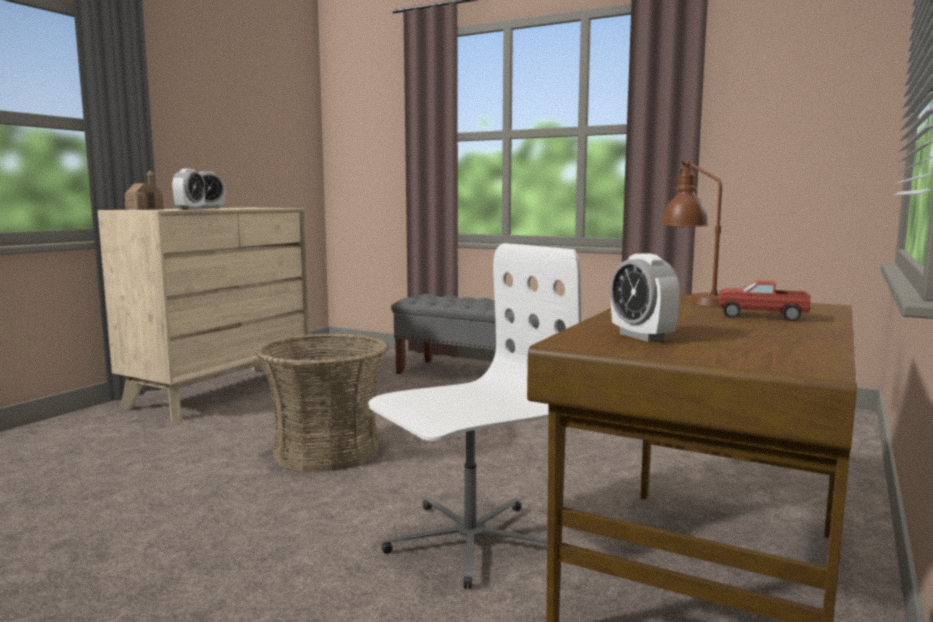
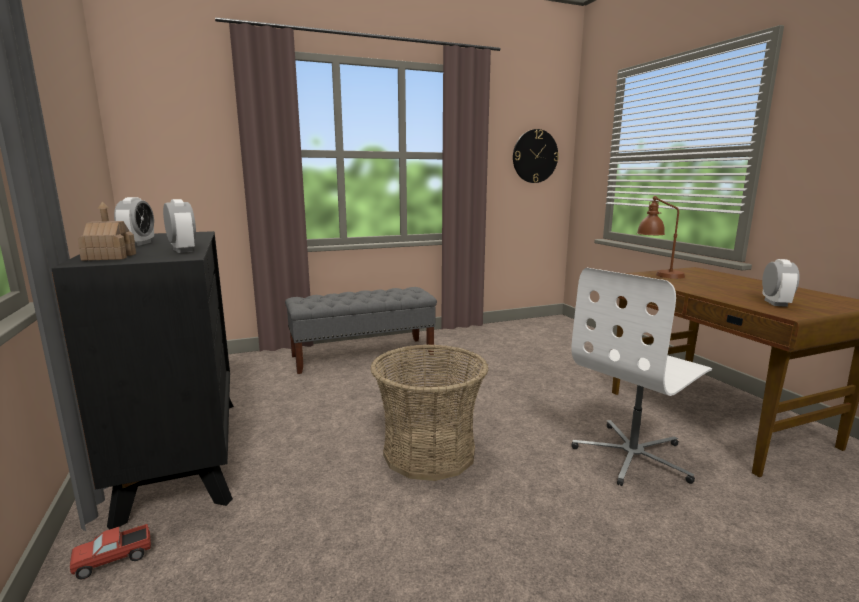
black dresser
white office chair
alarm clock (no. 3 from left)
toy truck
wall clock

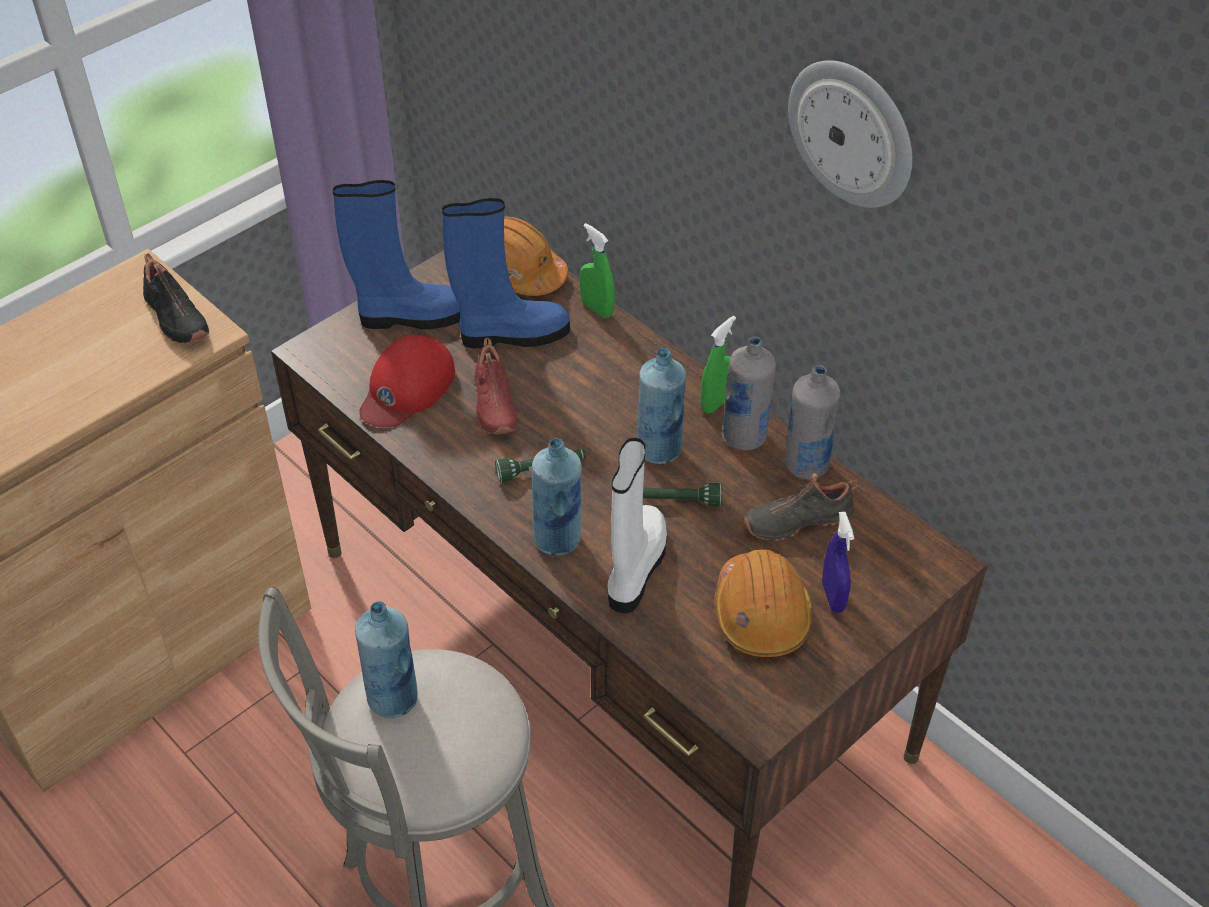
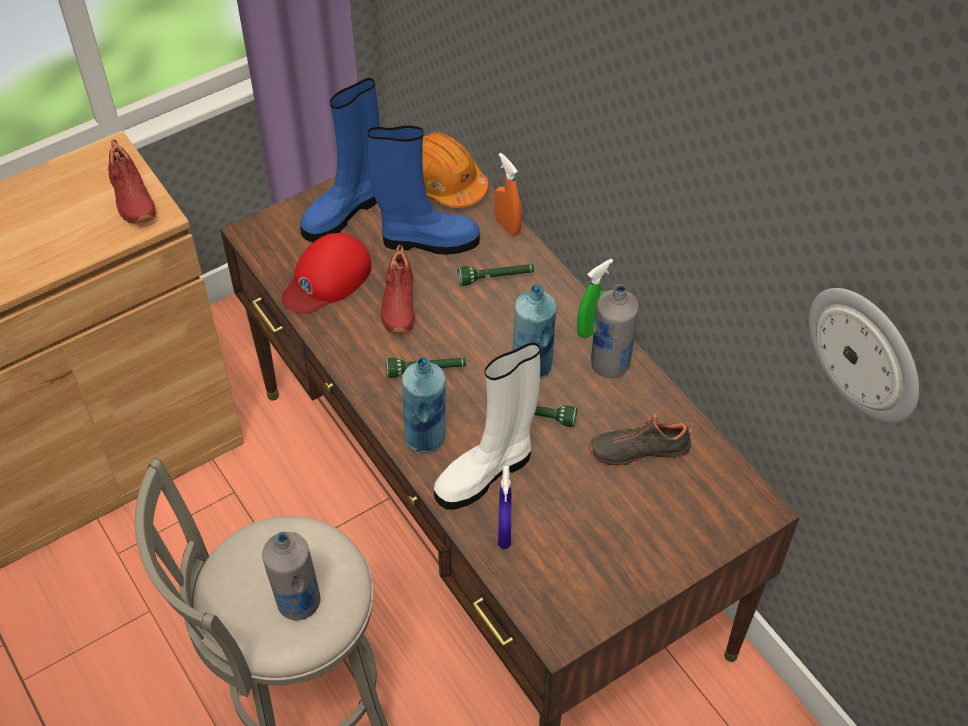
wall clock
blue boot (no. 1 from left)
orange spray bottle
red shoe (no. 1 from left)
grey bottle (no. 1 from left)
white boot
blue spray bottle
orange hard hat (no. 2 from left in the first image)
blue bottle (no. 1 from left in the first image)
green flashlight (no. 2 from left)

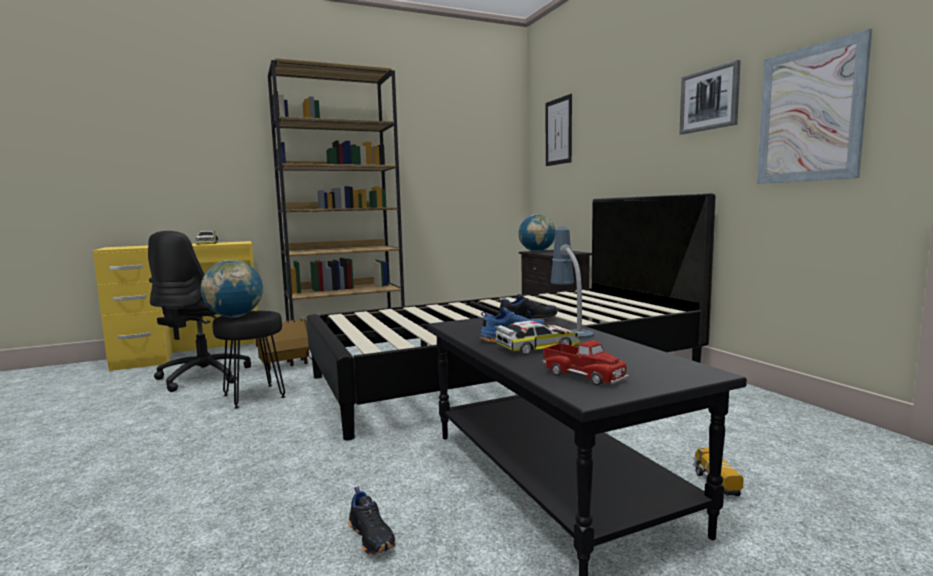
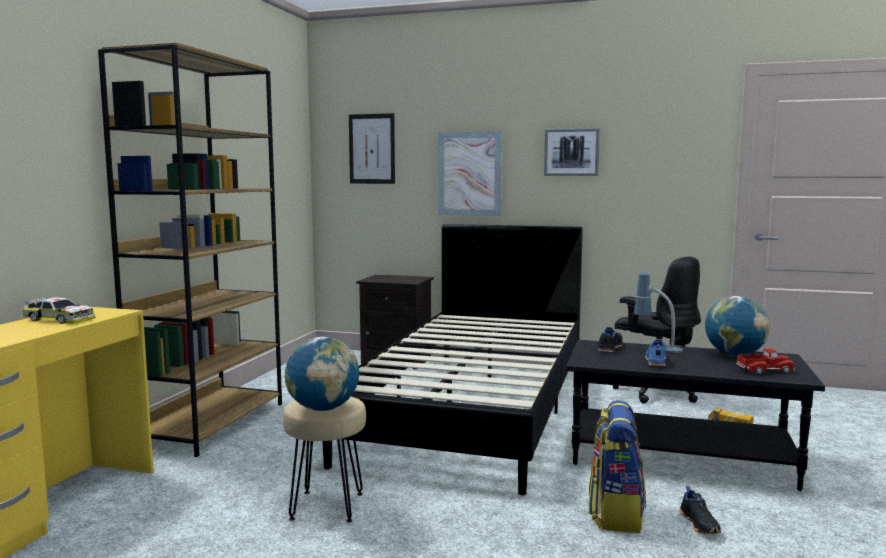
picture (no. 2 from left)
globe (no. 2 from left)
black office chair
beige stool
toy house
toy car (no. 2 from left in the first image)
black shoe (no. 2 from left)
backpack

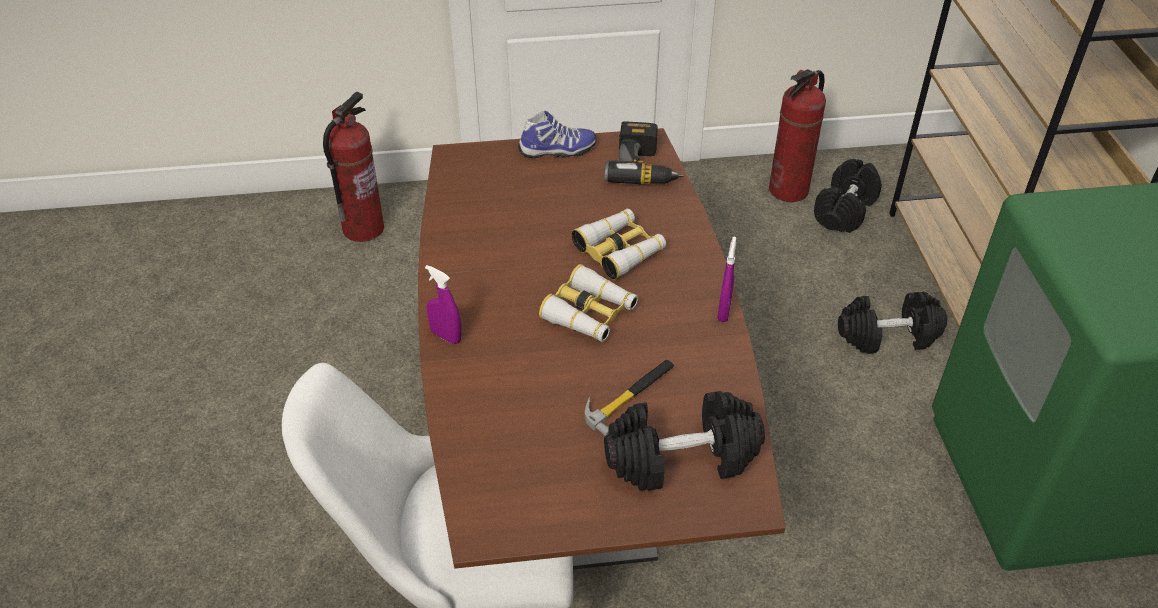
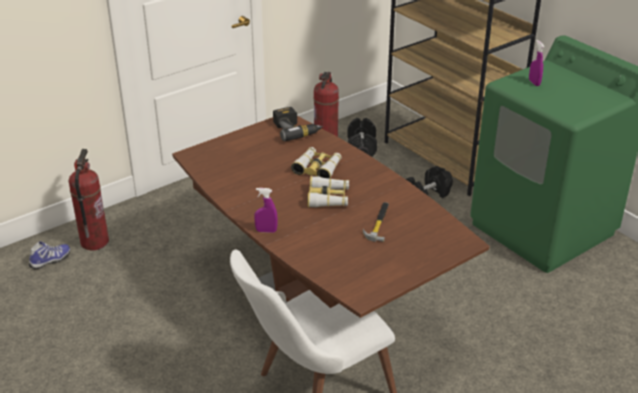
shoe
purple spray bottle (no. 2 from left)
black dumbbell (no. 1 from left in the first image)

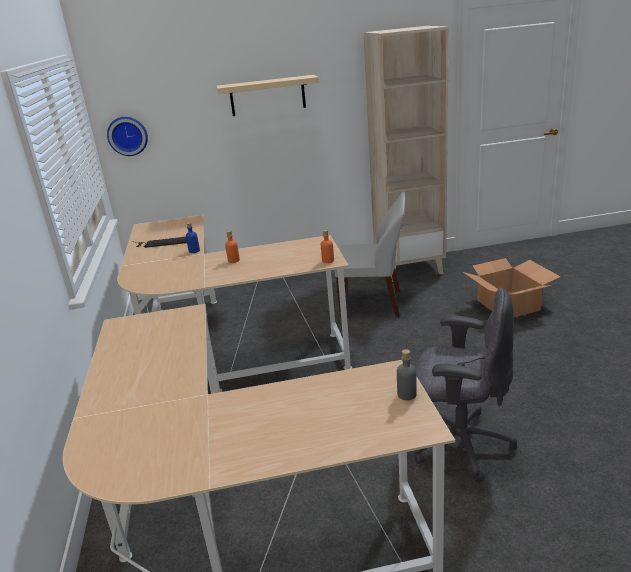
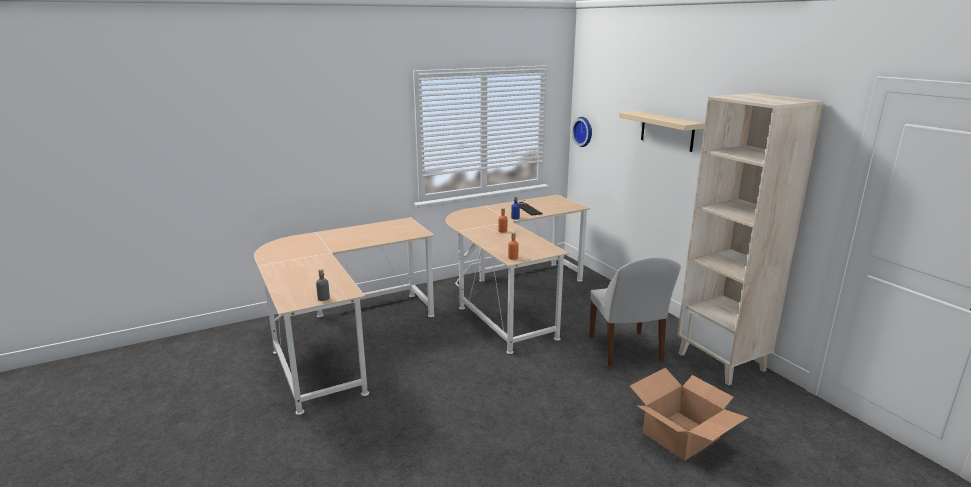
grey office chair

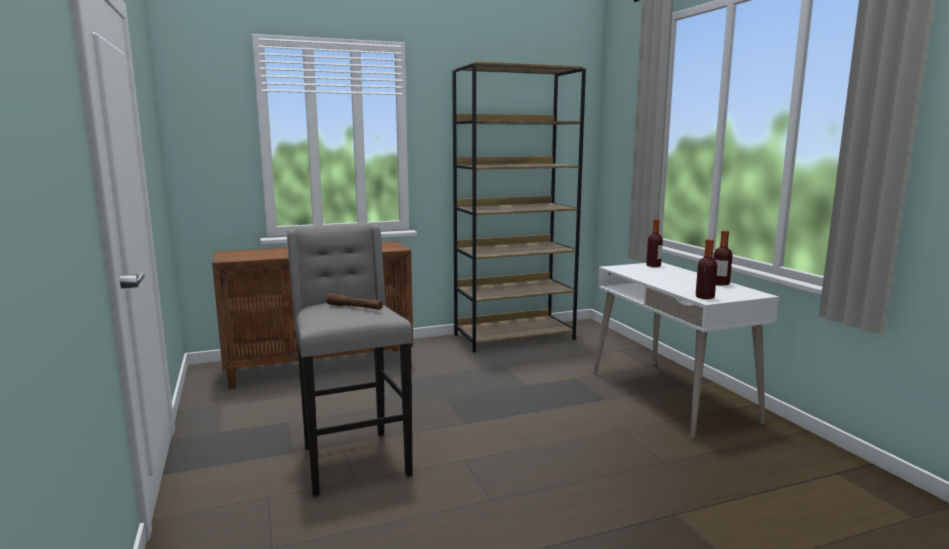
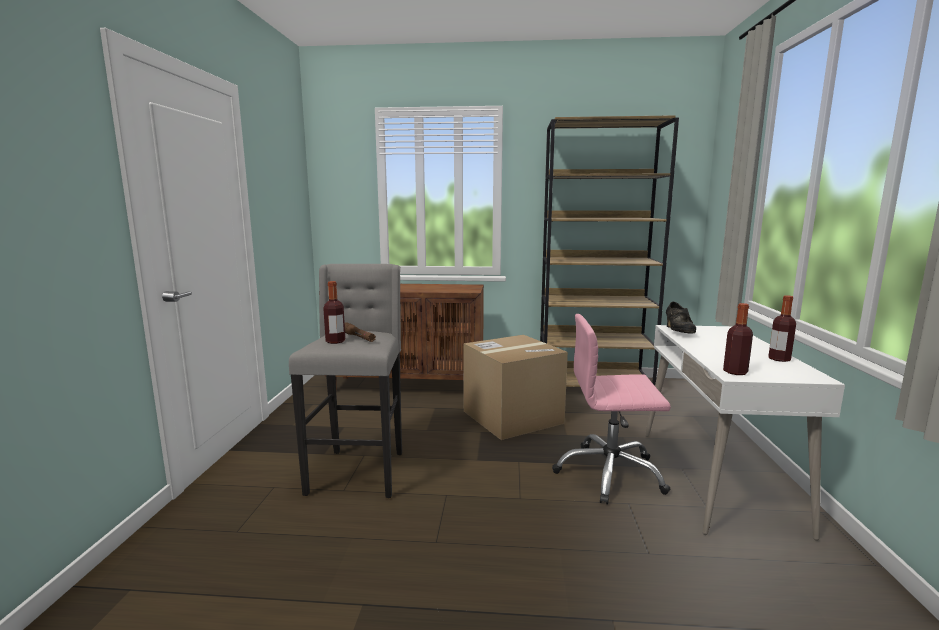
bottle (no. 1 from left)
black shoe
pink office chair
cardboard box

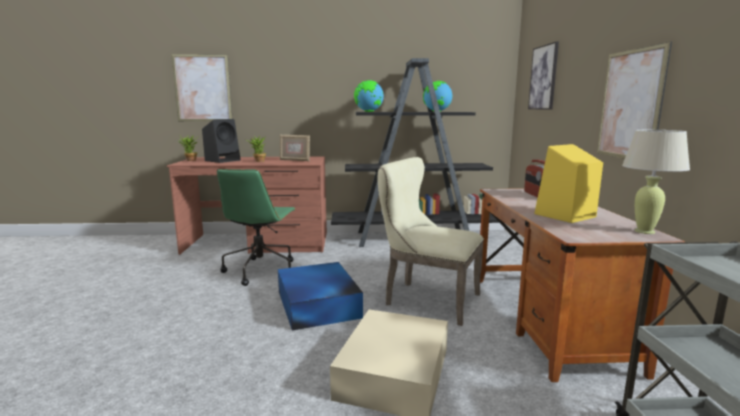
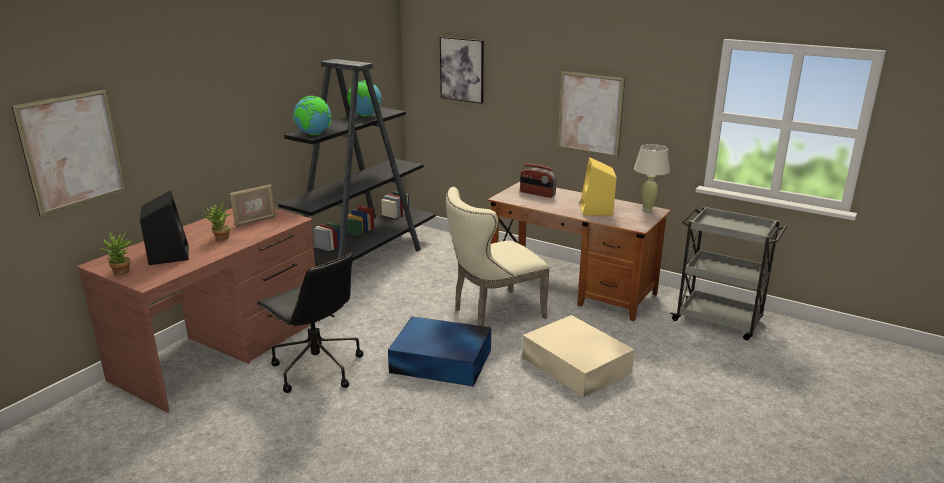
black office chair

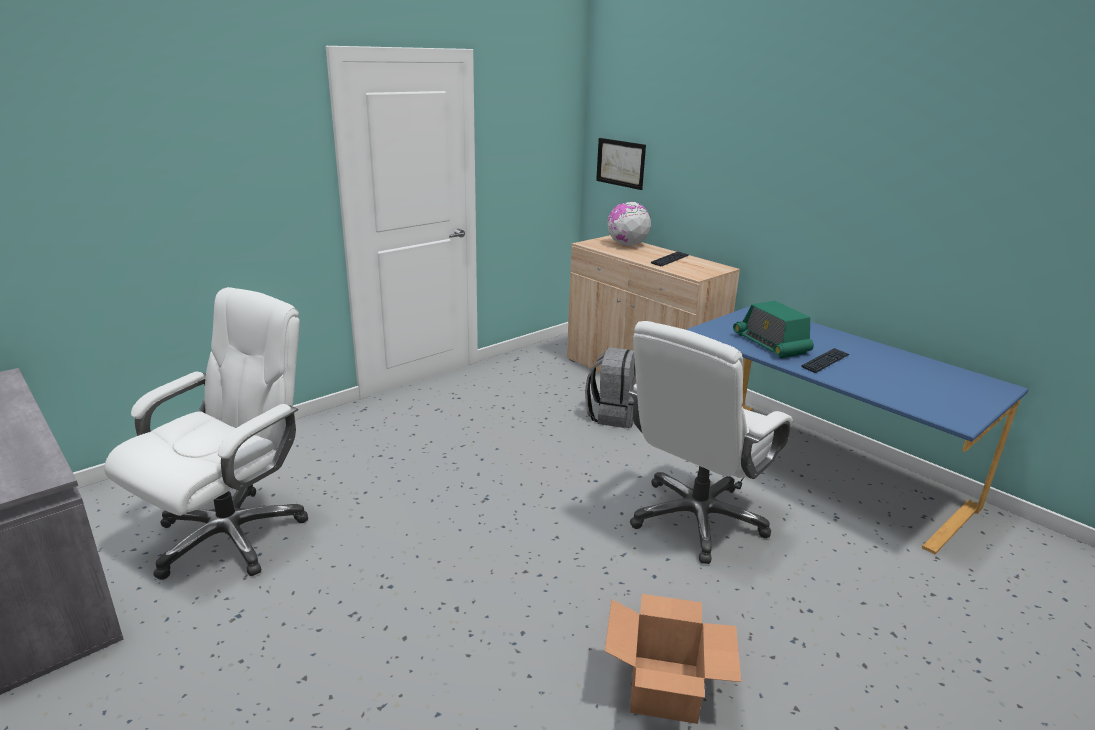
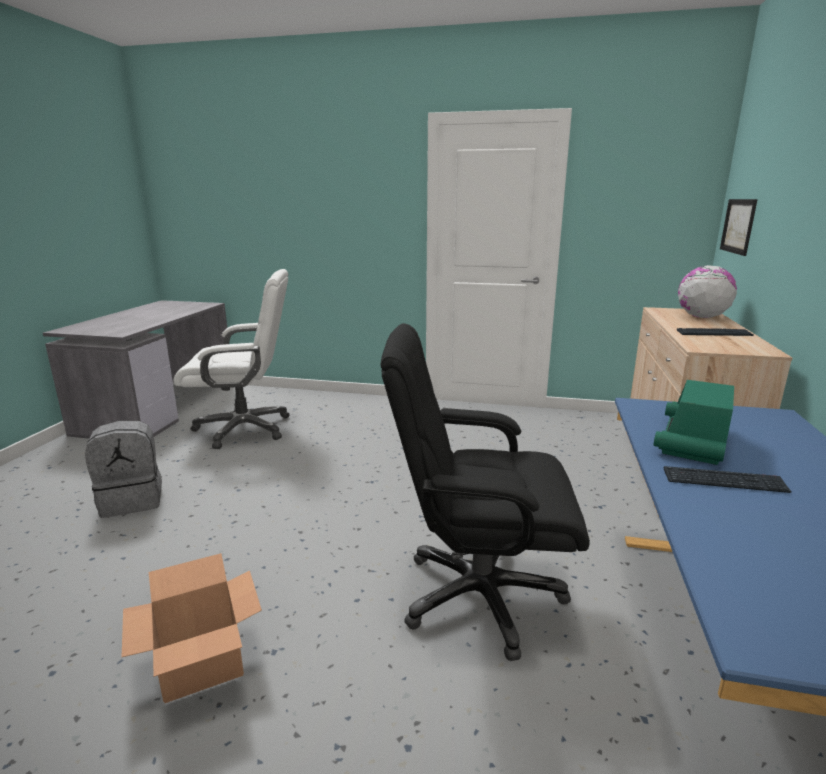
black office chair
grey backpack

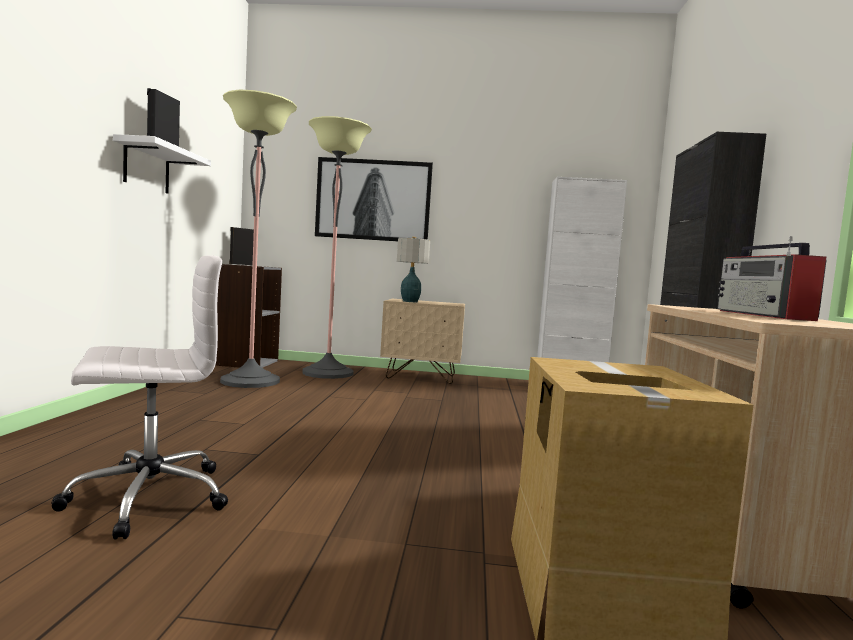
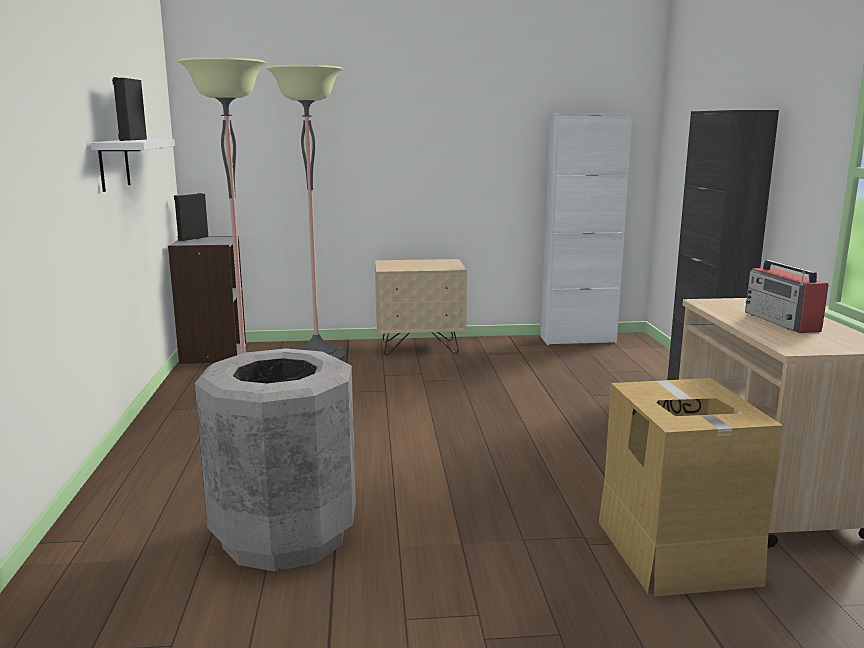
picture
table lamp
grey trash can

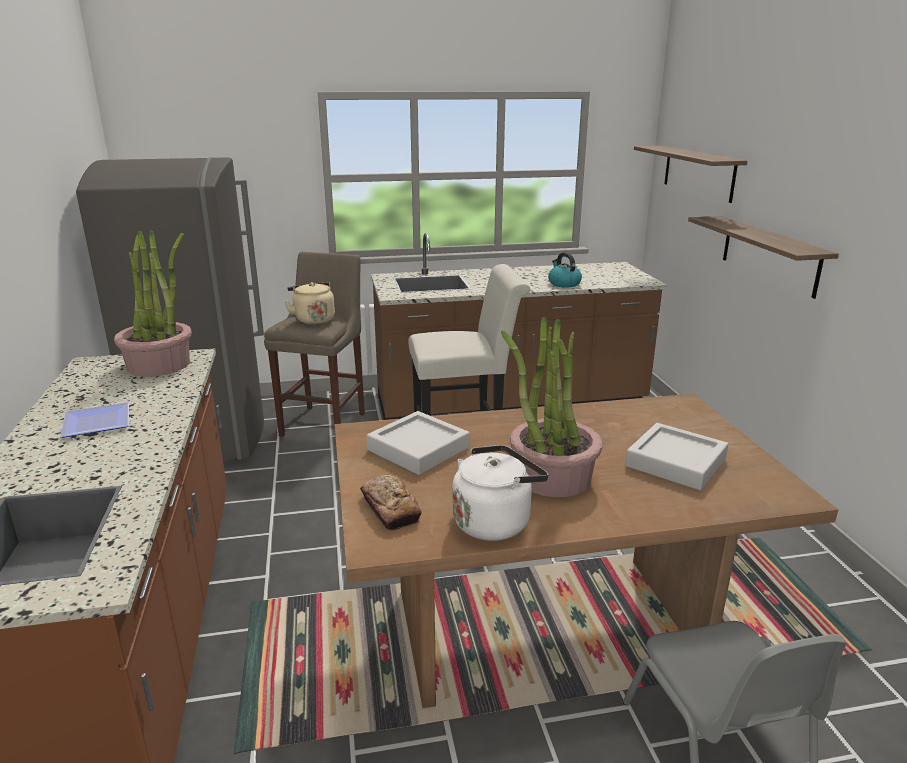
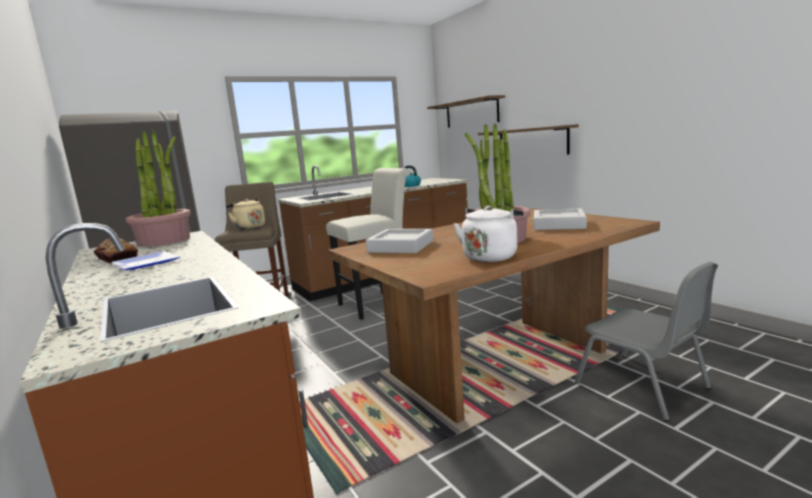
bread

